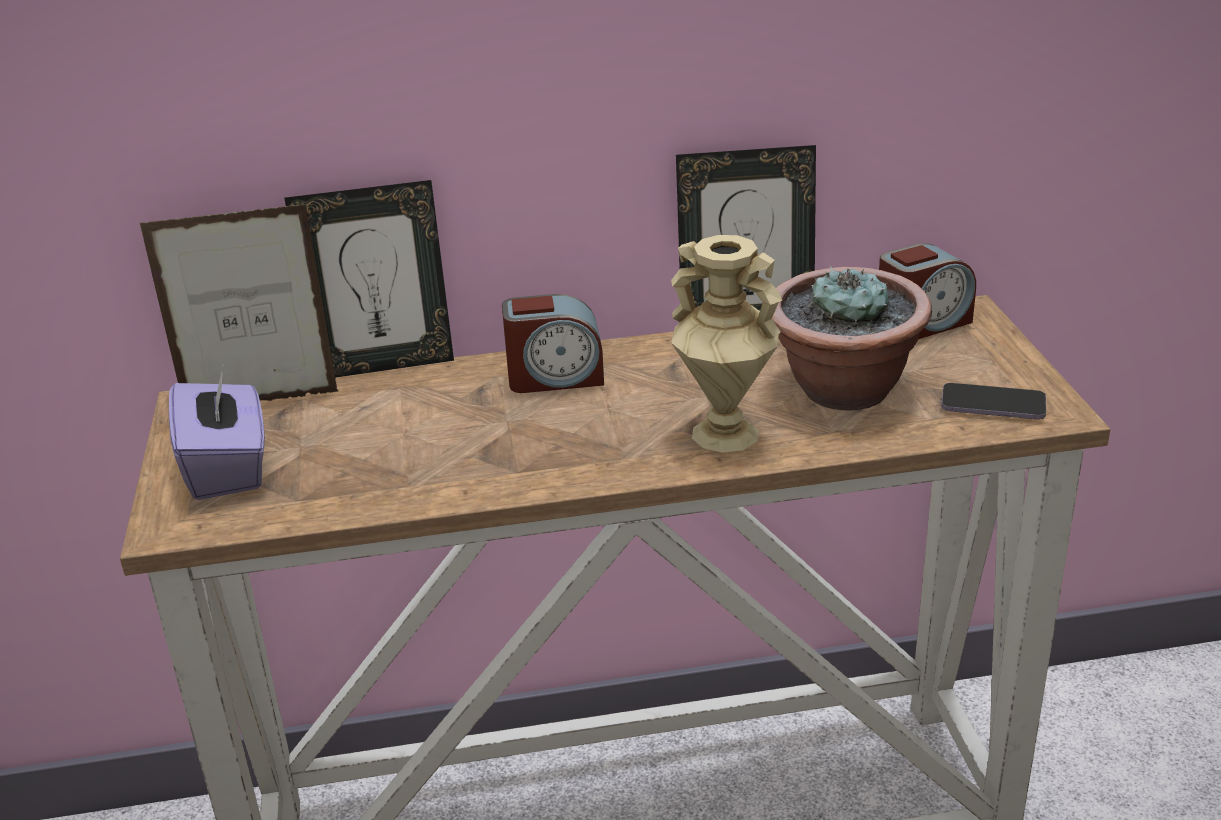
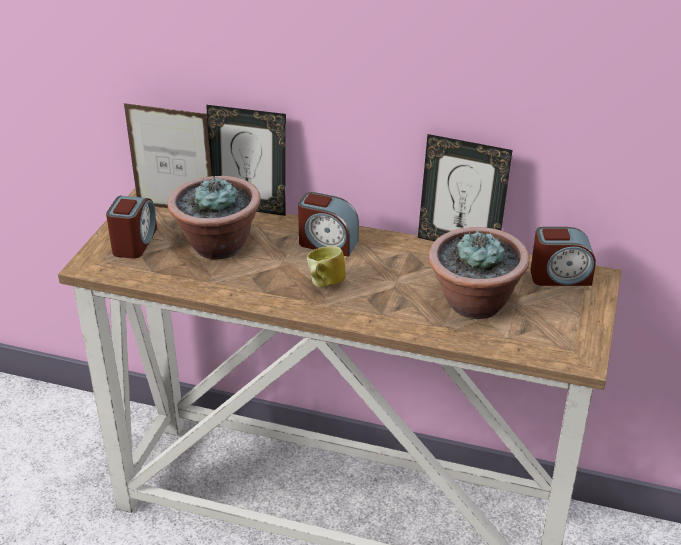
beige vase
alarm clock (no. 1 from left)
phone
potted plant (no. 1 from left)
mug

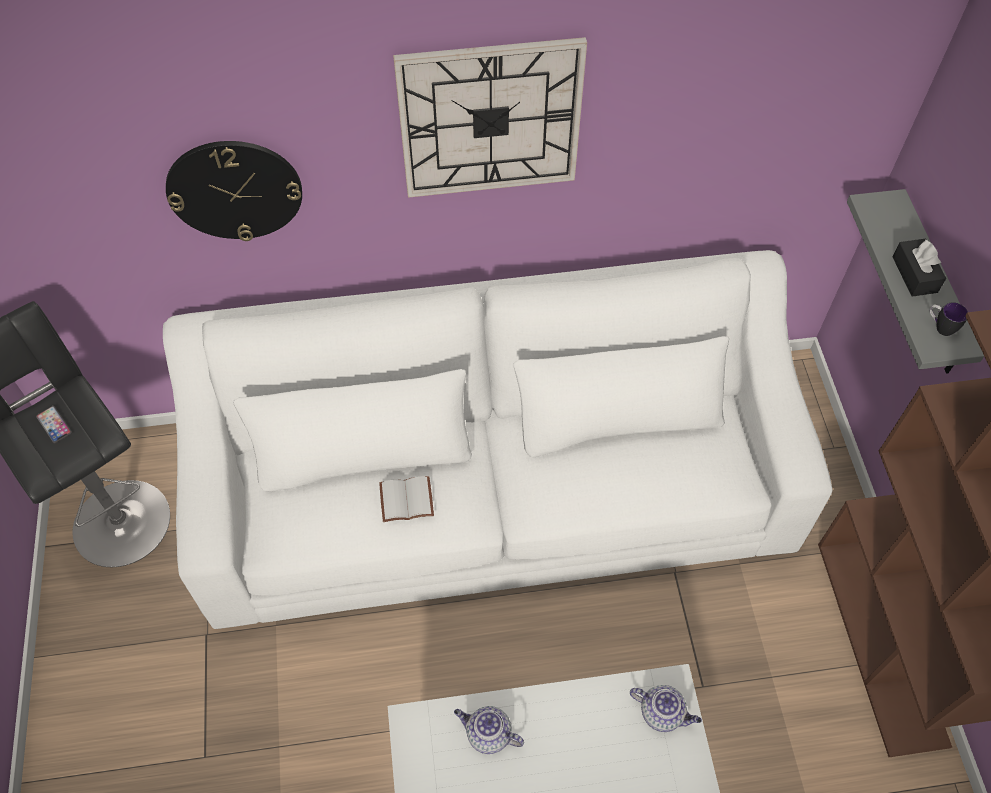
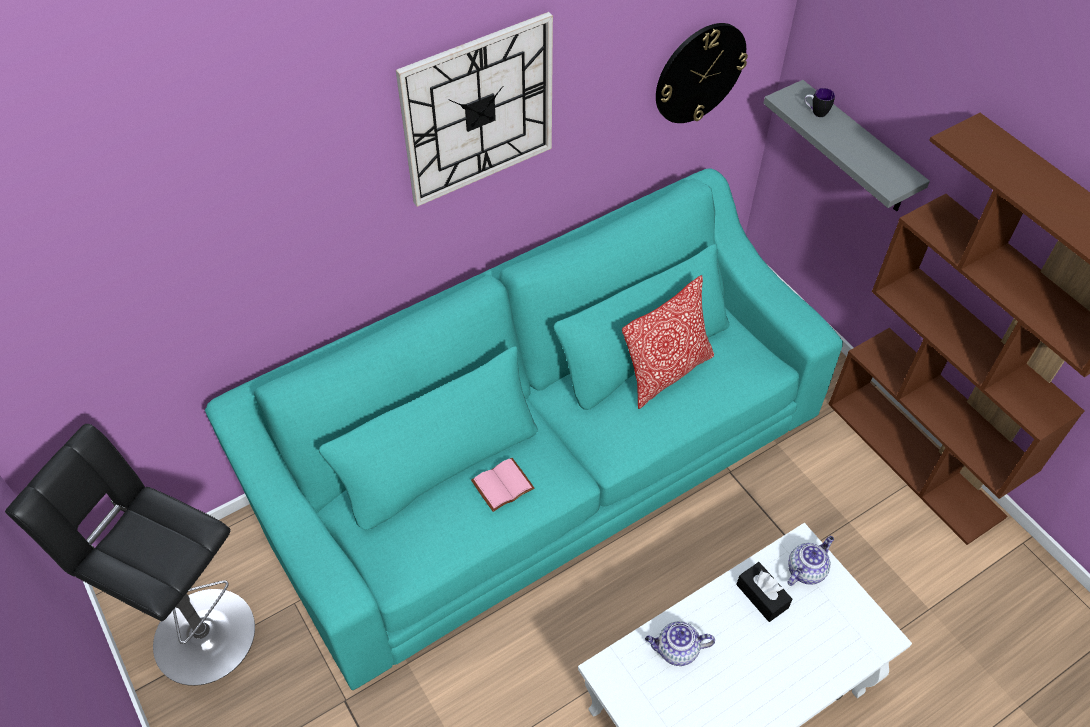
wall clock (no. 2 from left)
black tissue box
turquoise sofa
mug
phone
pink book
teapot (no. 2 from left)
pillow

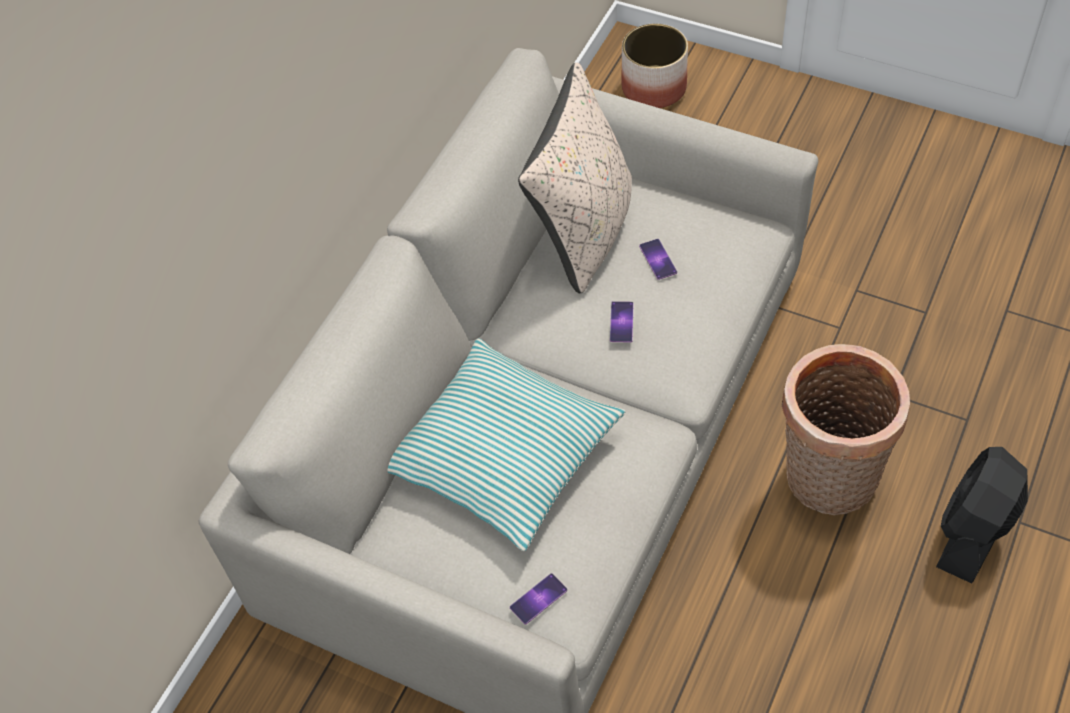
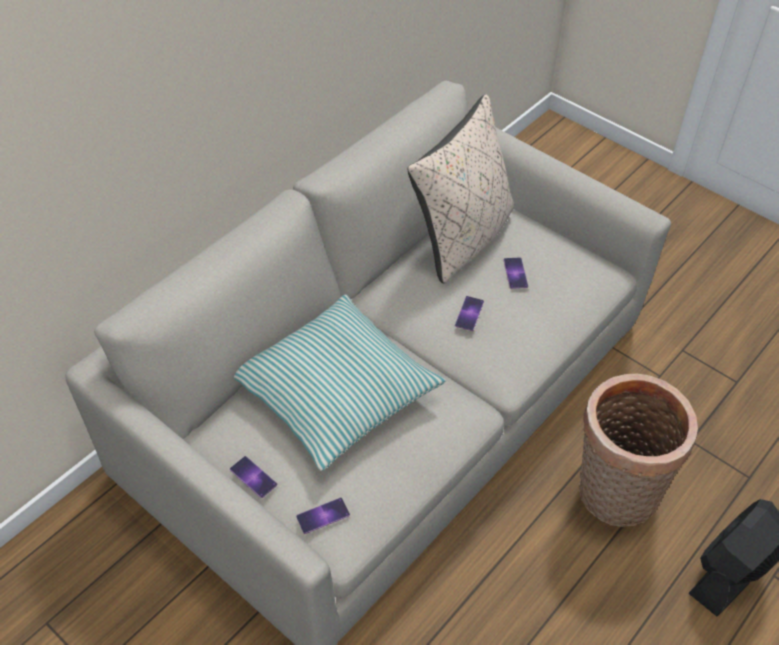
planter
phone (no. 1 from left)

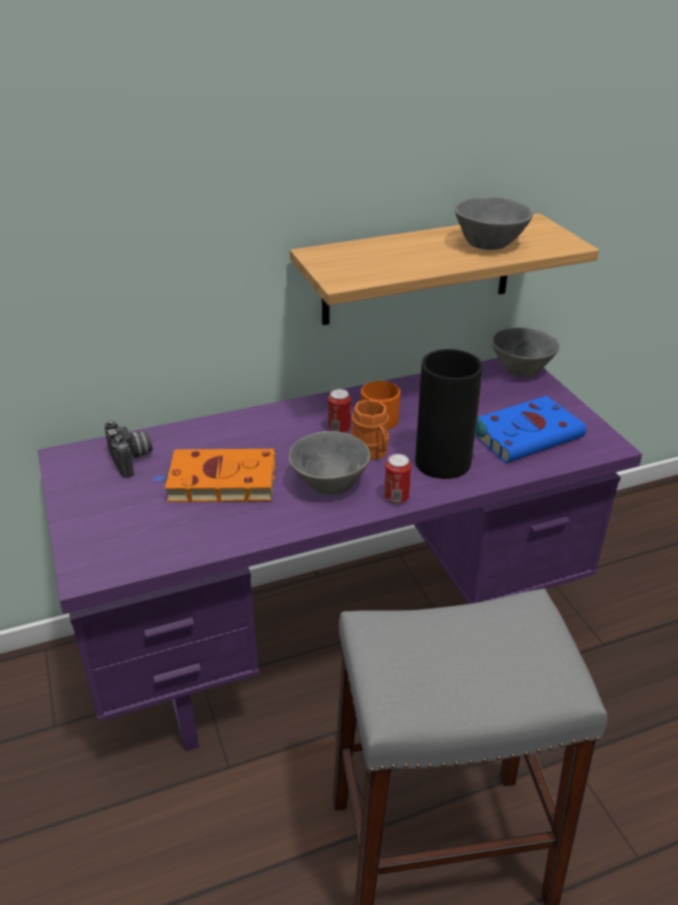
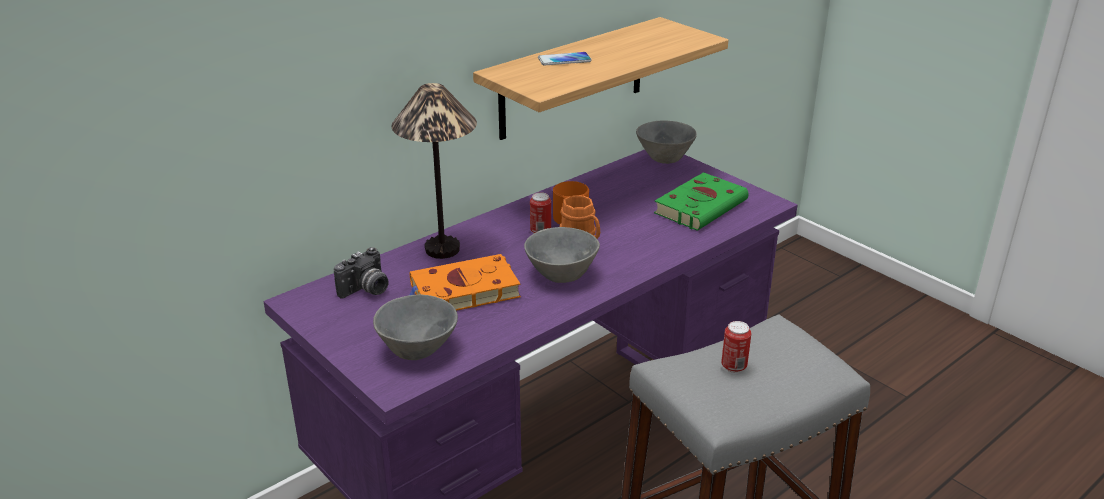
grey bowl (no. 1 from left)
vase
green book
photo camera
can (no. 2 from left)
phone
table lamp

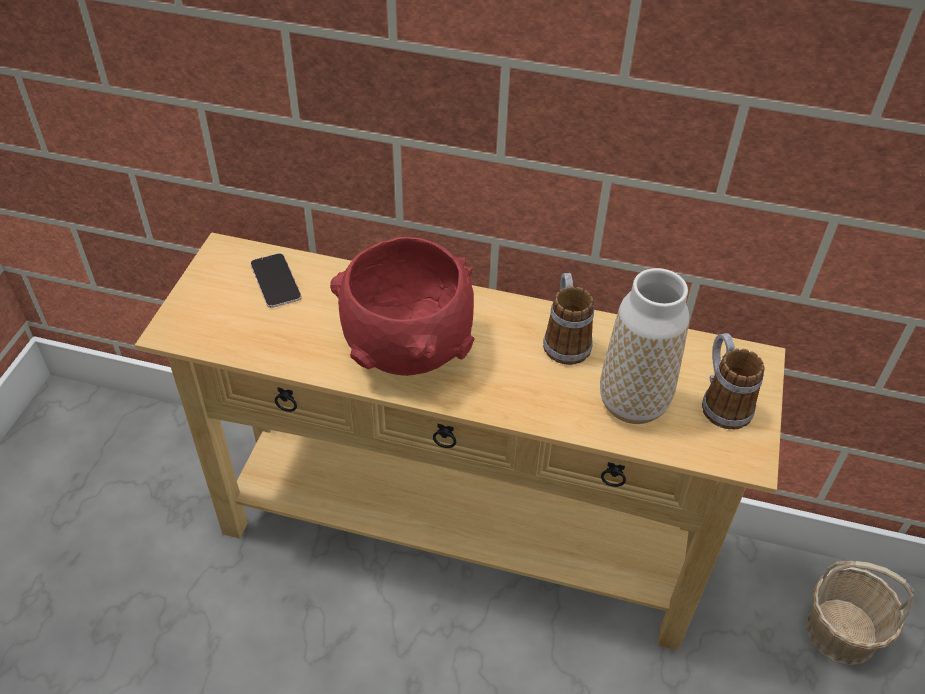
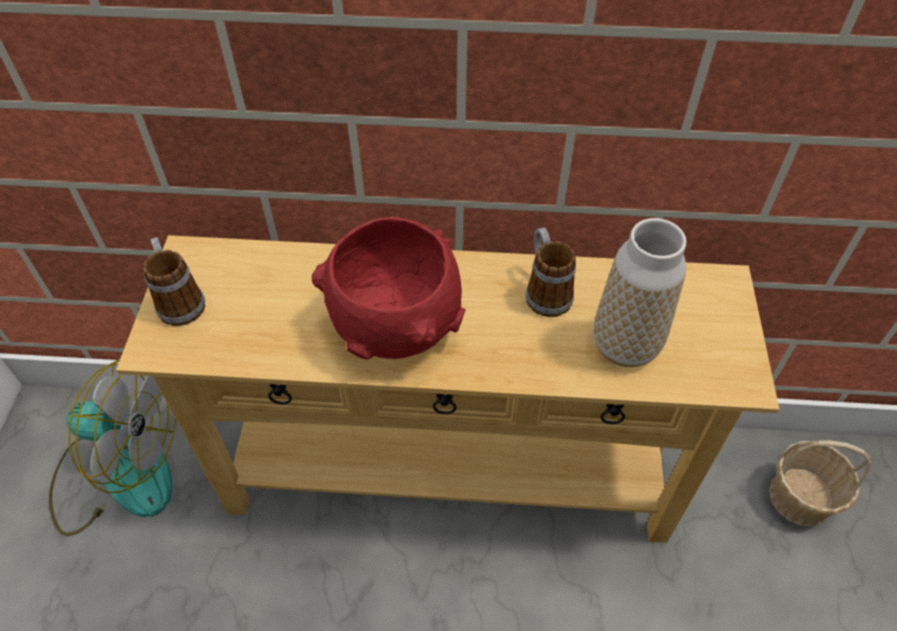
phone
mug (no. 1 from left)
fan

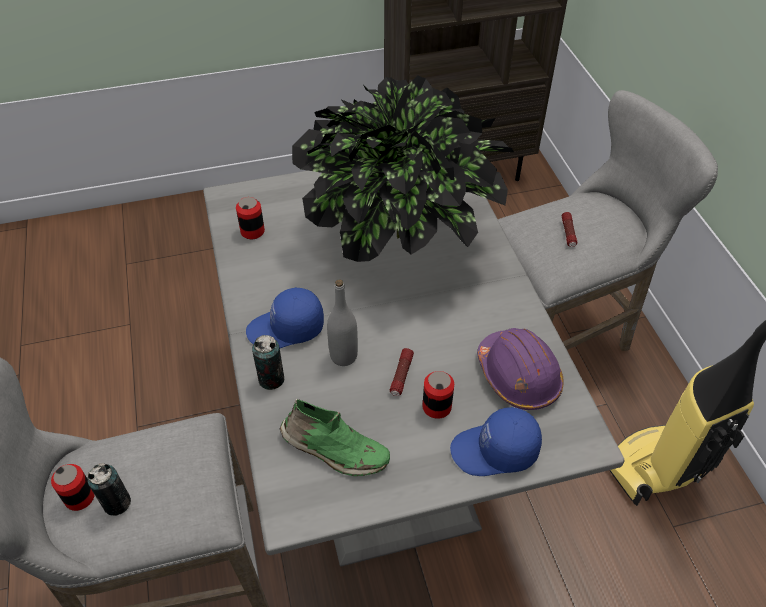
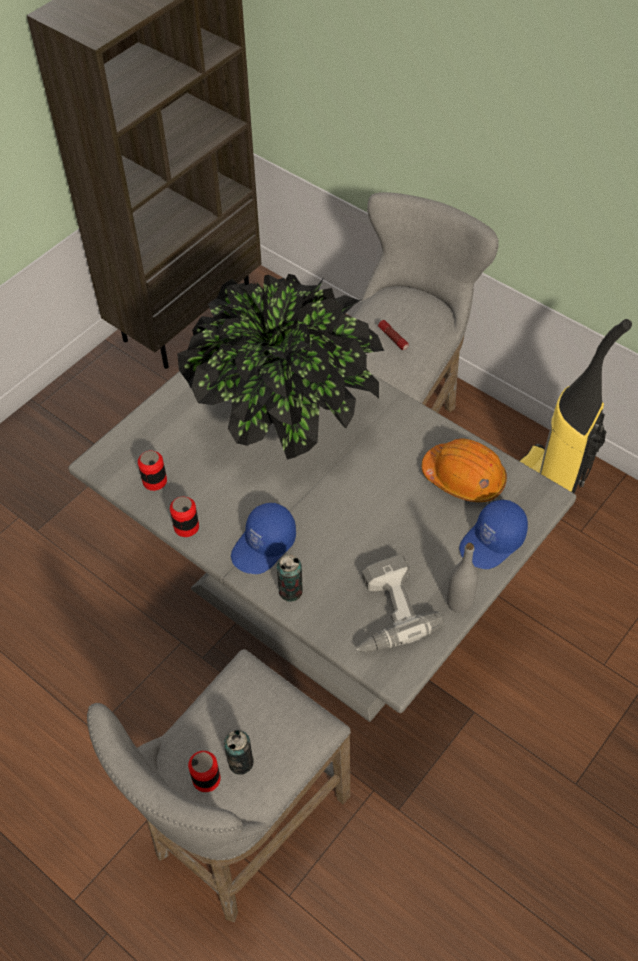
grey bottle
orange hard hat
flashlight (no. 1 from left in the first image)
can (no. 2 from left)
power drill

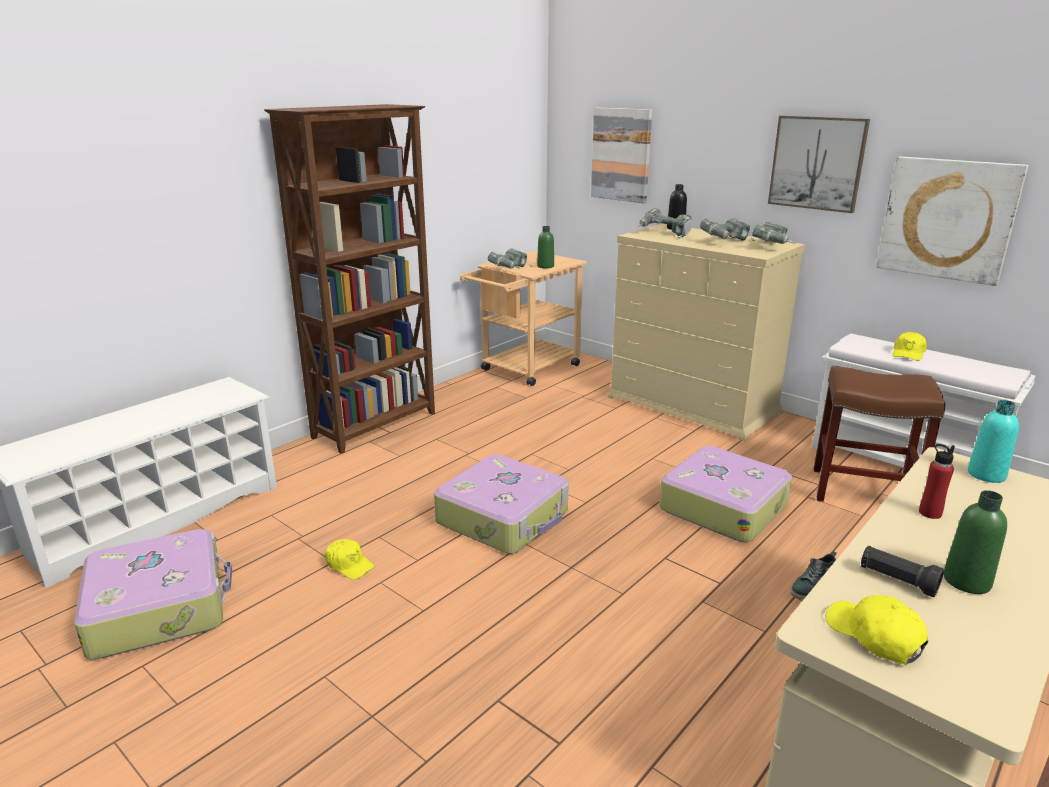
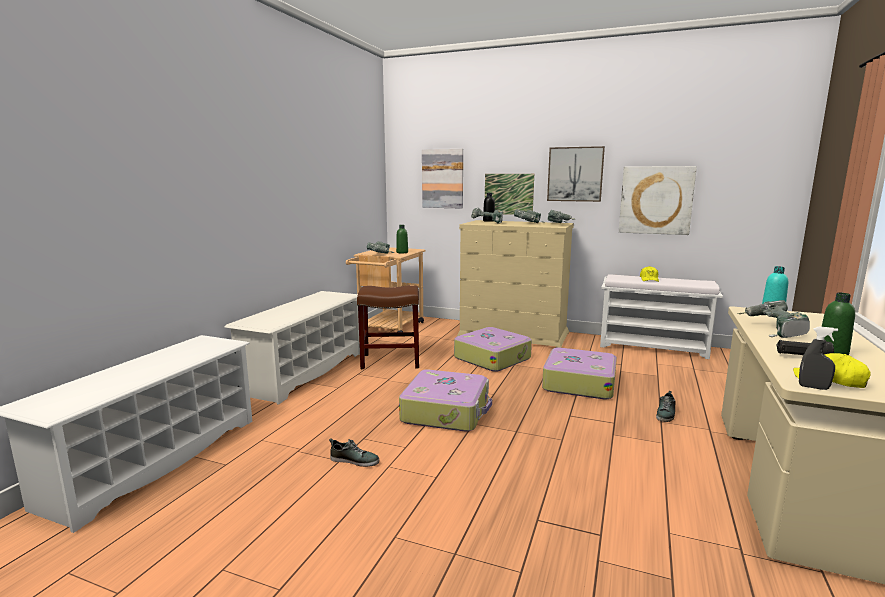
white shoe rack (no. 2 from left)
brown stool
power drill (no. 5 from left)
suitcase (no. 2 from left)
shoe (no. 1 from left)
picture (no. 2 from left)
grey spray bottle

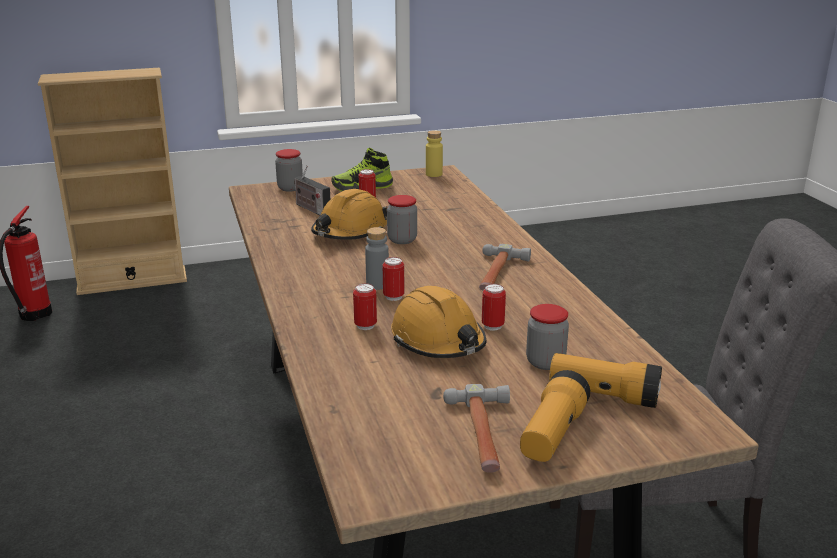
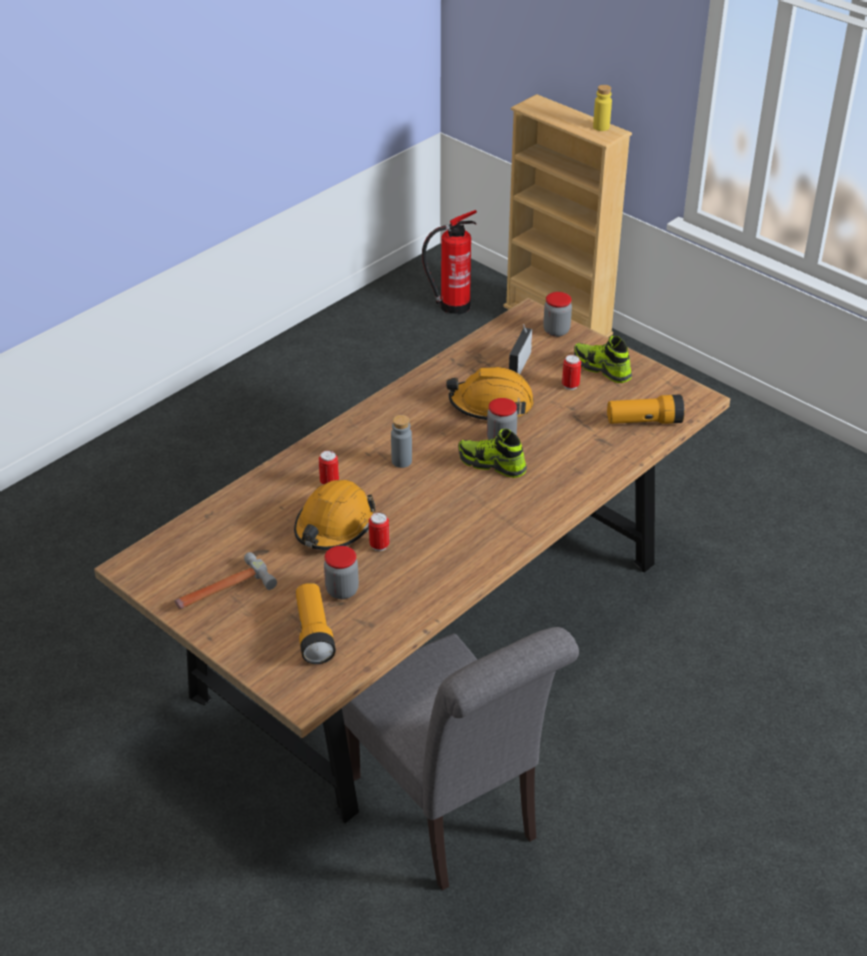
yellow bottle
hammer (no. 2 from left in the first image)
can (no. 3 from left in the first image)
flashlight (no. 2 from left)
shoe (no. 1 from left)

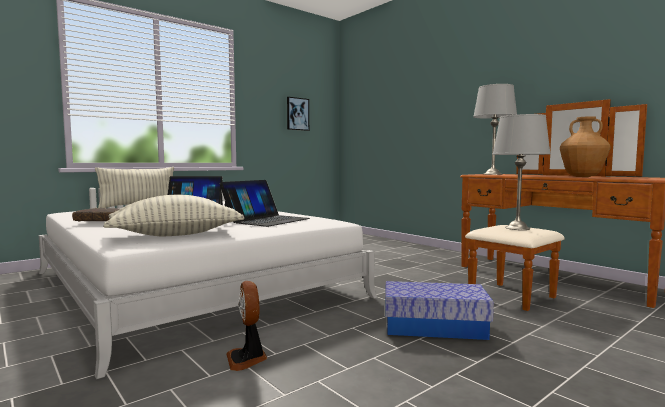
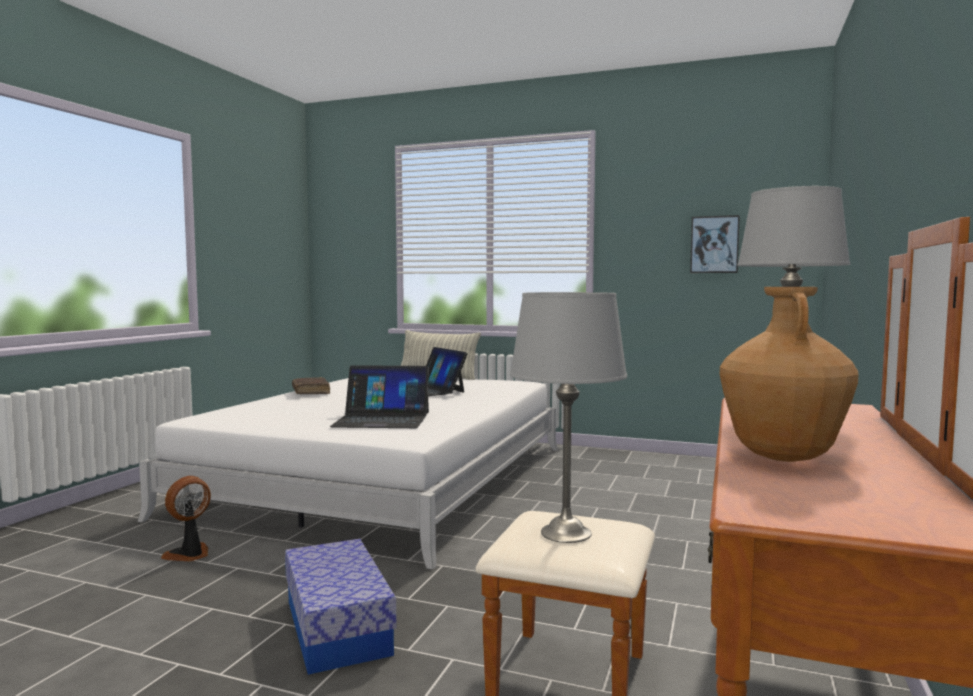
pillow (no. 2 from left in the first image)

